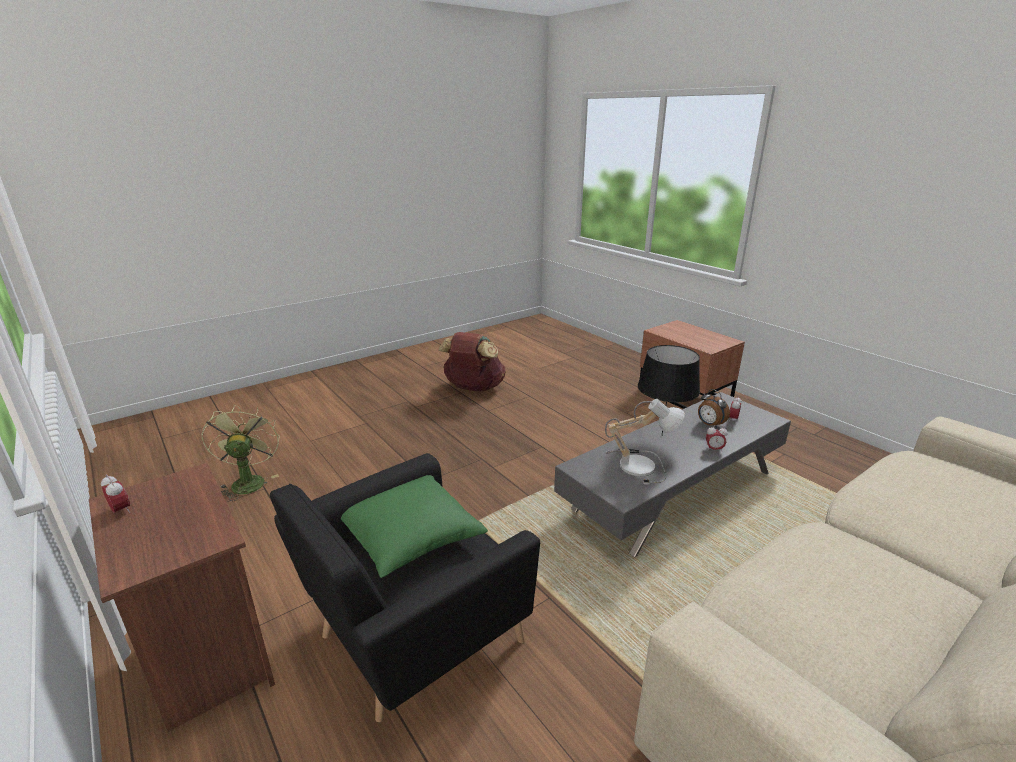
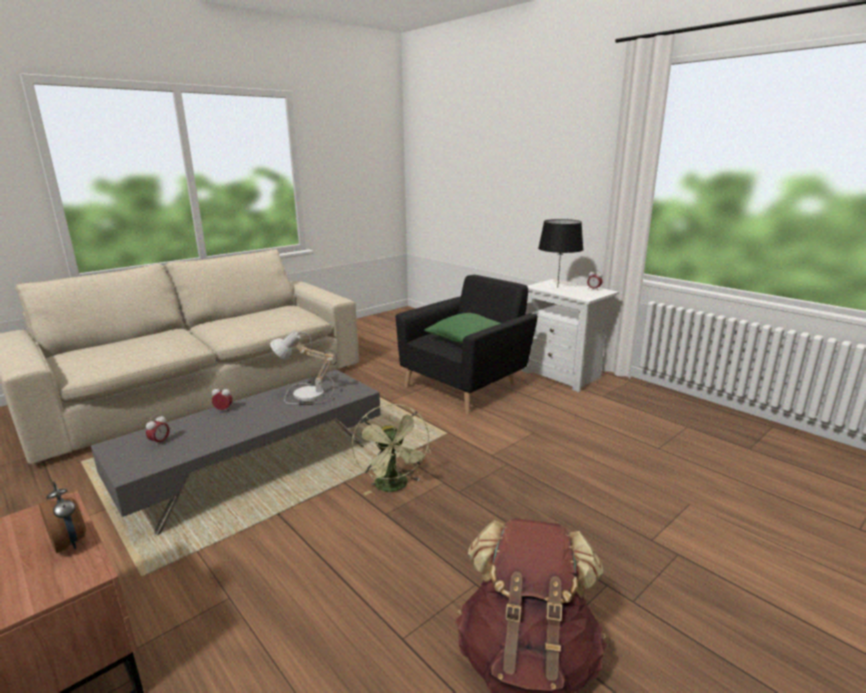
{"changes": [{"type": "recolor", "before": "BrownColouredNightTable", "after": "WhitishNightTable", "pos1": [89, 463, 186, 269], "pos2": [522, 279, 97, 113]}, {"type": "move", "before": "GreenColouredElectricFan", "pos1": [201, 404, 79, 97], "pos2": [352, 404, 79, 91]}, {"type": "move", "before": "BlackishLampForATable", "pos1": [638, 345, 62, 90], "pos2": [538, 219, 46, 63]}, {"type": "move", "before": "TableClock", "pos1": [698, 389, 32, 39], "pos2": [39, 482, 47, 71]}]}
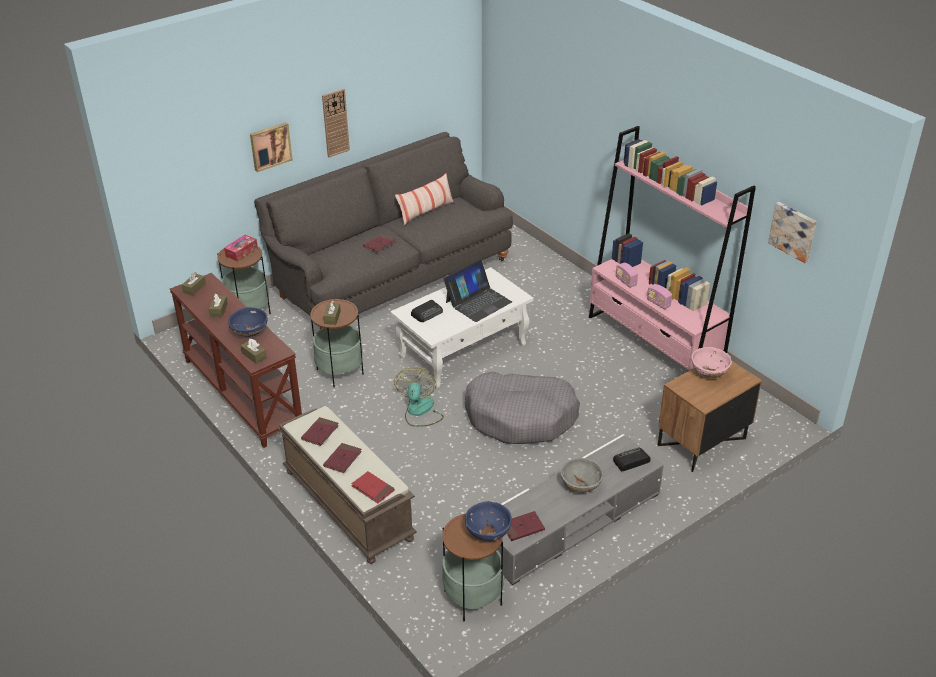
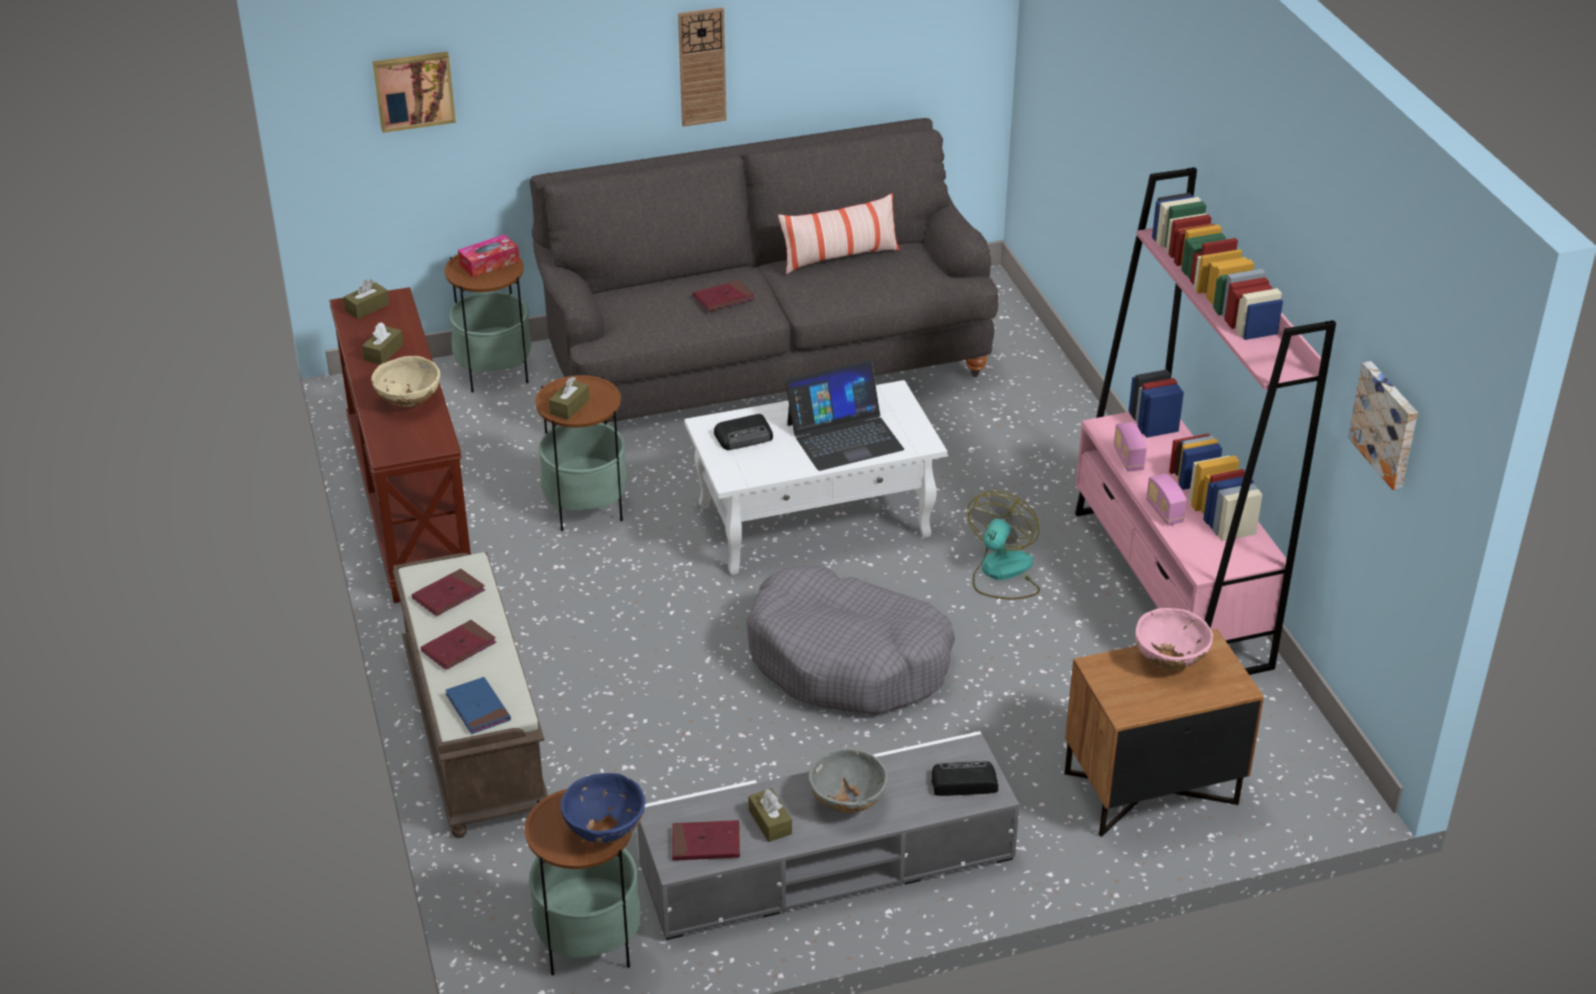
{"changes": [{"type": "recolor", "before": "BlueColouredBowl", "after": "BeigeColouredBowl", "pos1": [228, 307, 39, 30], "pos2": [371, 356, 69, 51]}, {"type": "move", "before": "BrownColouredTissueHolder", "pos1": [240, 339, 27, 25], "pos2": [748, 788, 44, 54]}, {"type": "move", "before": "WallPicture", "pos1": [250, 122, 43, 50], "pos2": [373, 52, 83, 81]}, {"type": "recolor", "before": "ReddishBoundBook", "after": "BlueColouredBoundBook", "pos1": [351, 471, 43, 32], "pos2": [446, 677, 65, 57]}, {"type": "move", "before": "ElectricFan", "pos1": [394, 368, 50, 59], "pos2": [967, 491, 73, 109]}]}
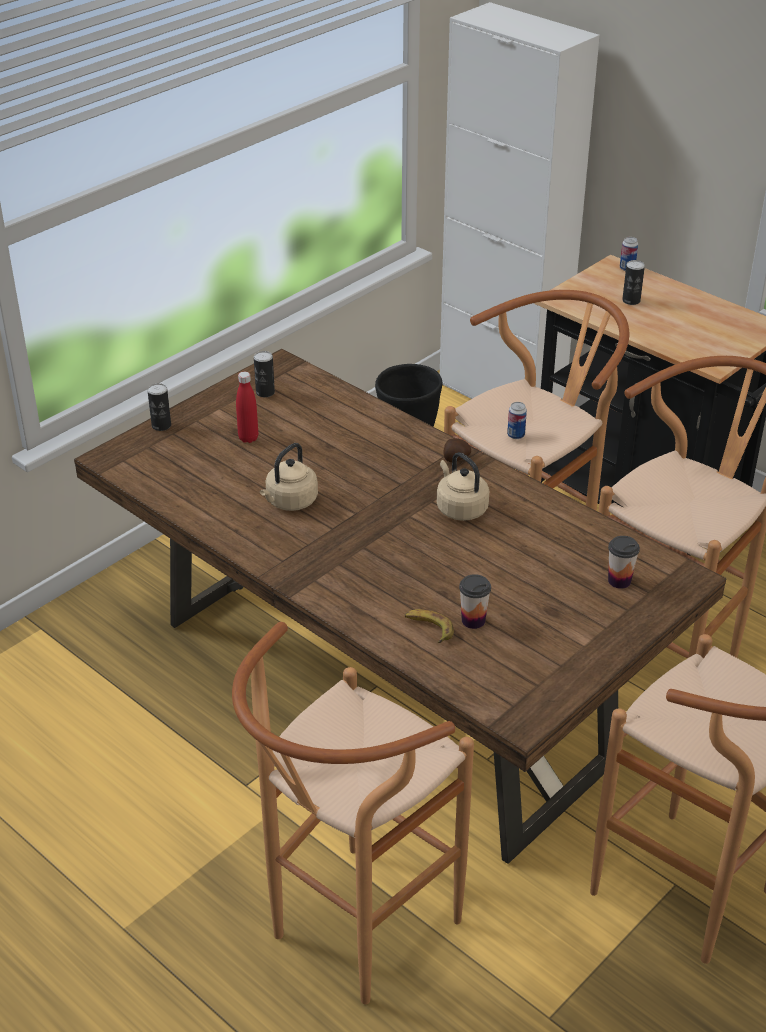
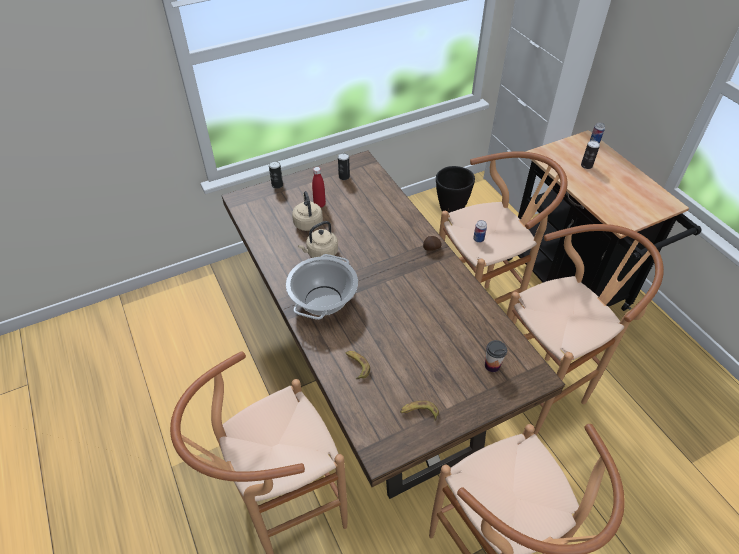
{"changes": [{"type": "move", "before": "BeigeColouredWaterKettle", "pos1": [437, 452, 52, 69], "pos2": [292, 191, 31, 40]}, {"type": "delete", "before": "SmallCup", "pos1": [459, 574, 32, 55]}, {"type": "insert", "after": "Stockpot", "pos2": [286, 254, 72, 66]}, {"type": "insert", "after": "WholeBanana", "pos2": [400, 400, 39, 21]}]}
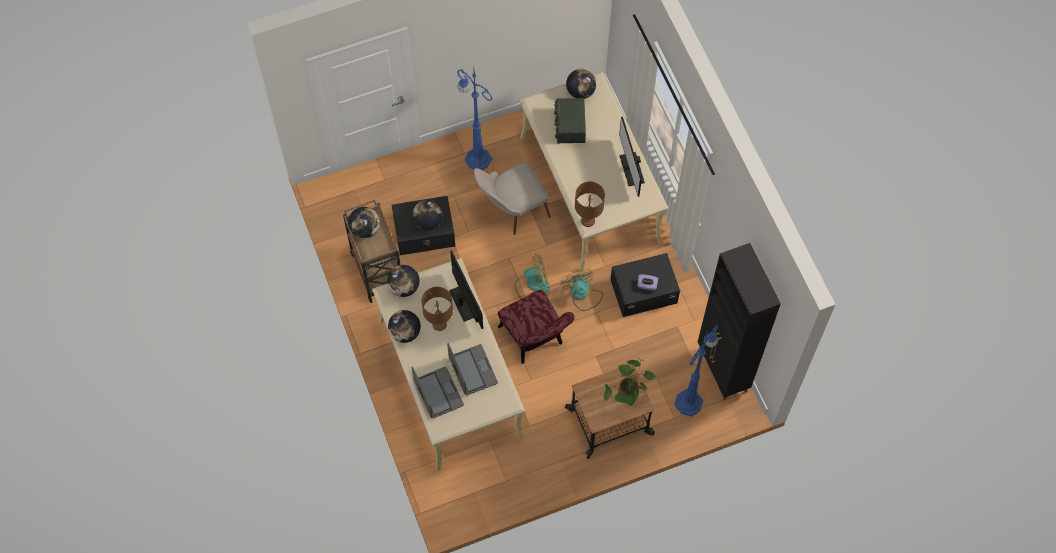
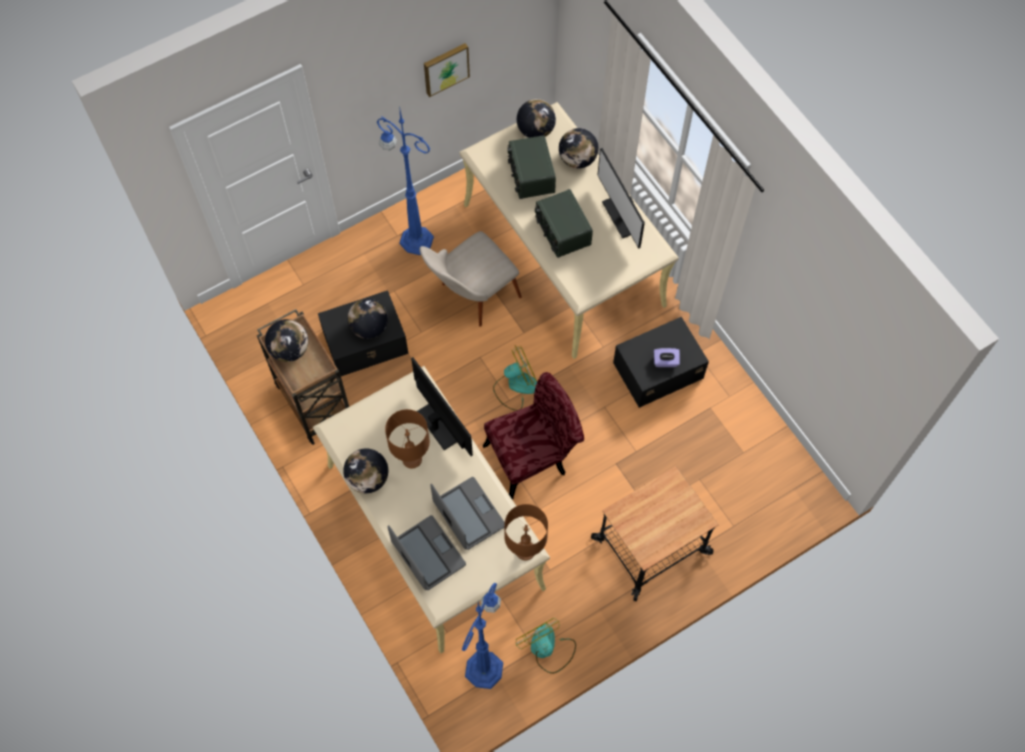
{"changes": [{"type": "move", "before": "Globe", "pos1": [387, 265, 33, 32], "pos2": [559, 128, 39, 41]}, {"type": "rotate", "before": "ReddishChair", "pos1": [498, 289, 76, 75], "pos2": [483, 372, 101, 128], "turn": -75}, {"type": "move", "before": "ElectricFan", "pos1": [560, 269, 43, 42], "pos2": [516, 618, 60, 56]}, {"type": "move", "before": "BrownColouredLampForATable", "pos1": [575, 182, 30, 45], "pos2": [504, 504, 44, 56]}, {"type": "delete", "before": "PlantInAPot", "pos1": [604, 358, 52, 48]}, {"type": "move", "before": "BlueColouredStandingLamp", "pos1": [674, 325, 45, 92], "pos2": [462, 583, 41, 106]}, {"type": "delete", "before": "BlackishCupboard", "pos1": [698, 243, 83, 157]}, {"type": "insert", "after": "WallPicture", "pos2": [424, 43, 46, 54]}, {"type": "insert", "after": "Radio", "pos2": [535, 189, 58, 69]}]}
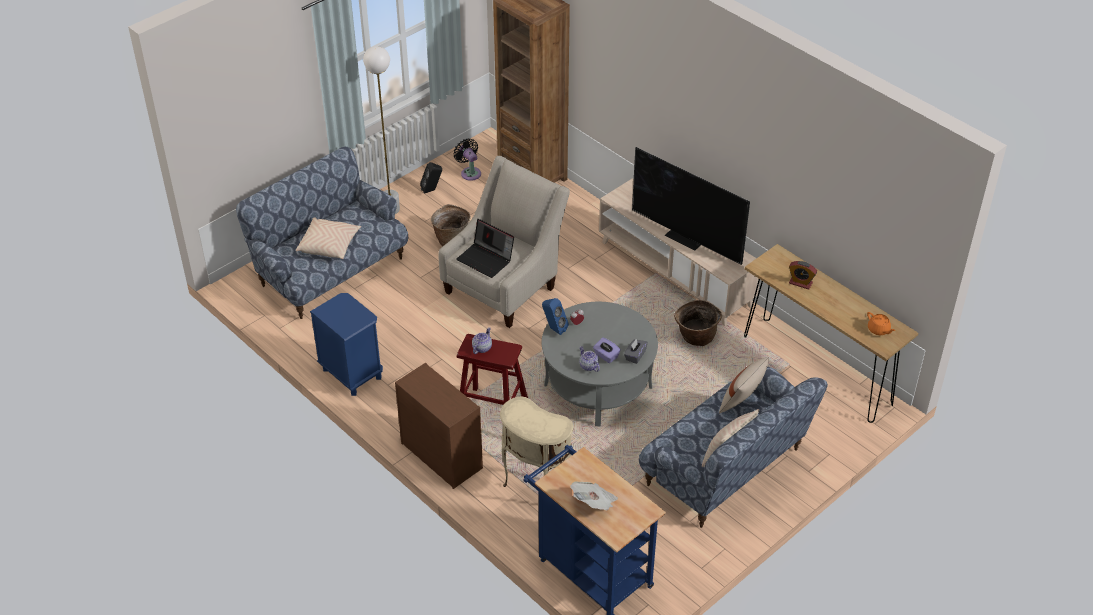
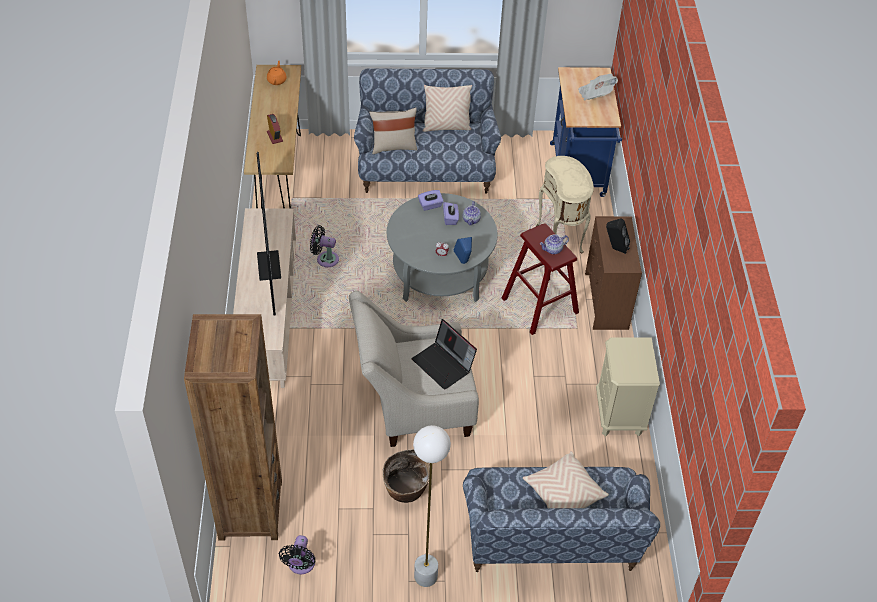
{"changes": [{"type": "recolor", "before": "BlueColouredNightTable", "after": "BeigeColouredNightTable", "pos1": [310, 293, 73, 103], "pos2": [596, 338, 64, 98]}, {"type": "move", "before": "BlackishLoudspeaker", "pos1": [420, 162, 22, 32], "pos2": [606, 218, 24, 36]}, {"type": "rotate", "before": "Laptop", "pos1": [456, 219, 58, 59], "pos2": [412, 319, 65, 71], "turn": 150}, {"type": "recolor", "before": "GreyishTissueHolder", "after": "PurpleTissueHolder", "pos1": [624, 339, 24, 25], "pos2": [418, 190, 26, 21]}, {"type": "replace", "before": "HouseholdBasket", "after": "BlackishElectricFan", "pos1": [674, 300, 48, 46], "pos2": [310, 225, 29, 42]}]}
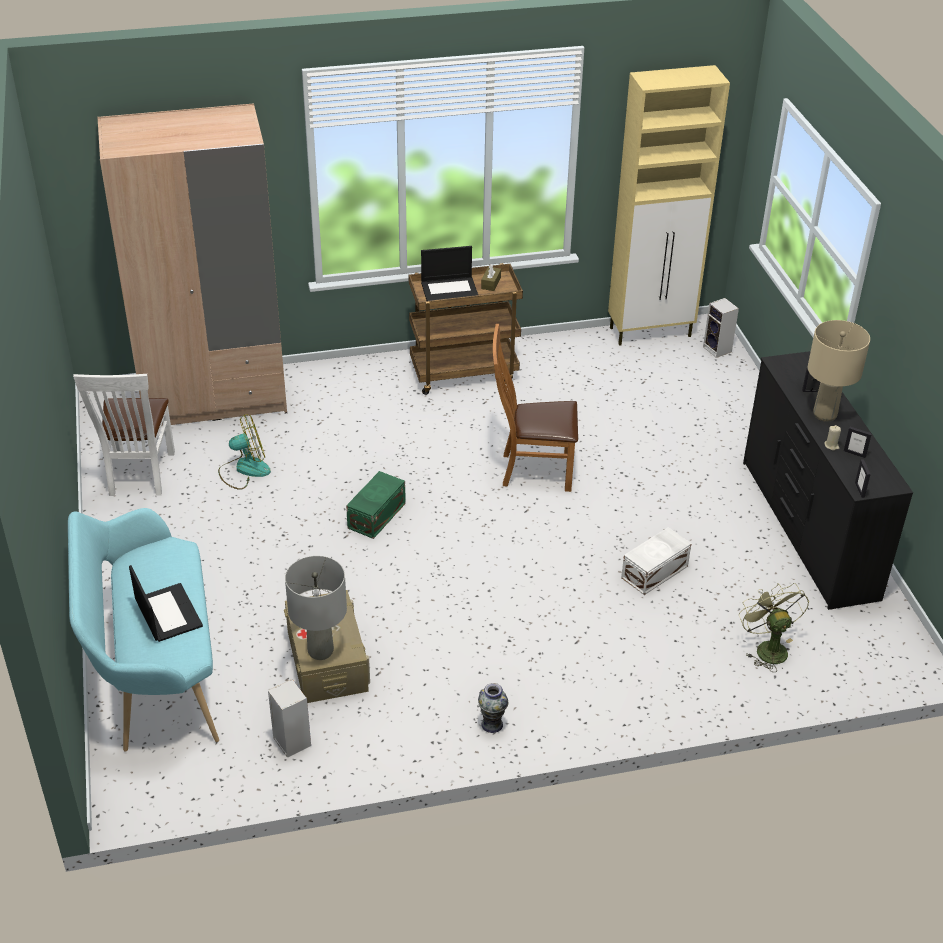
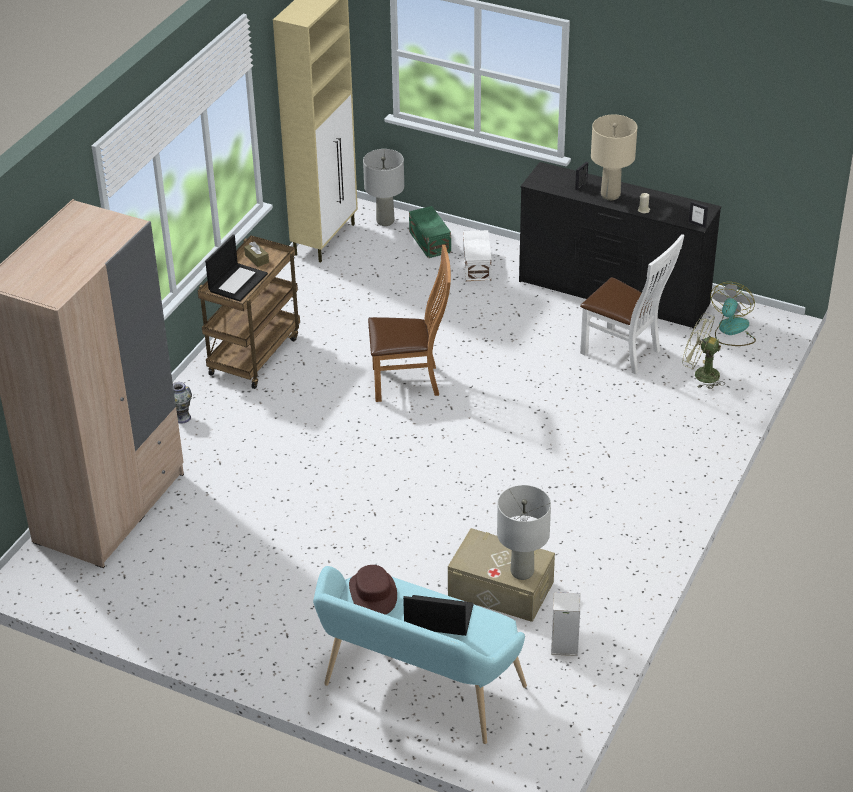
{"changes": [{"type": "move", "before": "WhitishChair", "pos1": [73, 374, 102, 122], "pos2": [580, 234, 104, 140]}, {"type": "move", "before": "ElectricFan", "pos1": [218, 414, 53, 76], "pos2": [710, 282, 46, 64]}, {"type": "move", "before": "GreenColouredStorageContainer", "pos1": [346, 471, 60, 68], "pos2": [409, 206, 42, 52]}, {"type": "move", "before": "DecorativeVase", "pos1": [478, 683, 30, 50], "pos2": [173, 382, 19, 42]}, {"type": "rotate", "before": "BrownColouredChair", "pos1": [493, 324, 85, 168], "pos2": [368, 245, 83, 157], "turn": -135}, {"type": "move", "before": "WhitishStorageContainer", "pos1": [621, 527, 70, 68], "pos2": [463, 230, 29, 51]}, {"type": "replace", "before": "Loudspeaker", "after": "GreyishLampForATable", "pos1": [703, 298, 36, 60], "pos2": [363, 149, 41, 77]}, {"type": "delete", "before": "PictureFrame", "pos1": [844, 427, 28, 31]}, {"type": "insert", "after": "BrownColouredWearableHat", "pos2": [349, 565, 48, 50]}]}
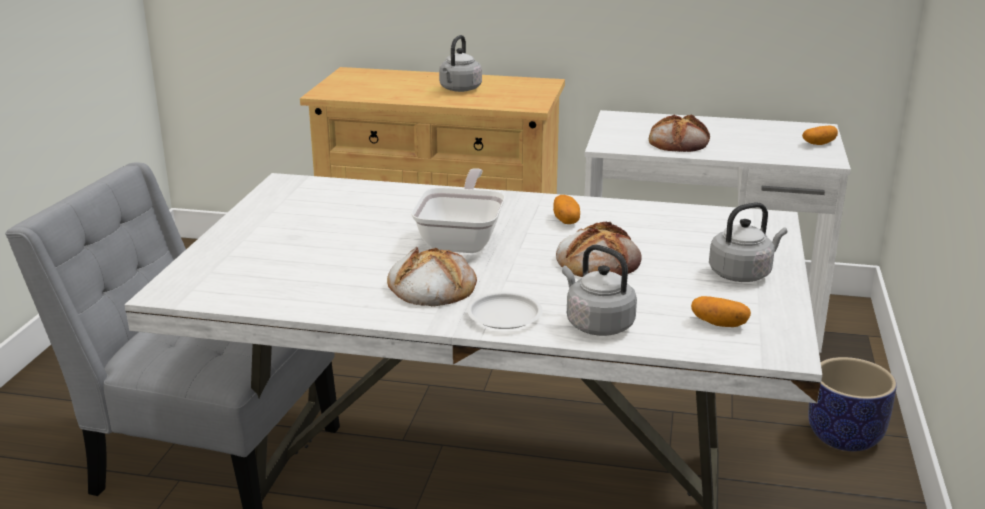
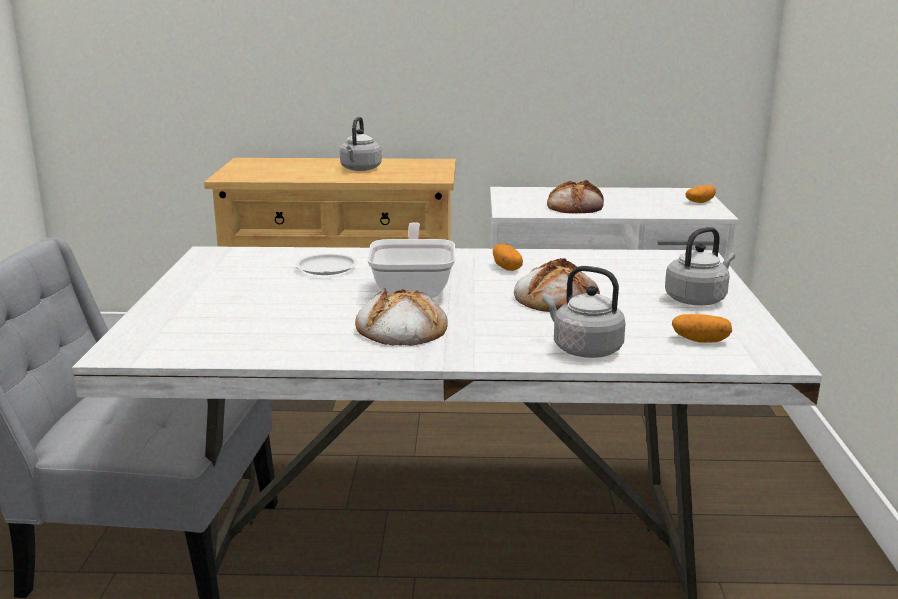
{"changes": [{"type": "move", "before": "WhitishPlate", "pos1": [467, 292, 76, 37], "pos2": [295, 254, 63, 21]}, {"type": "delete", "before": "Planter", "pos1": [808, 357, 89, 94]}]}
